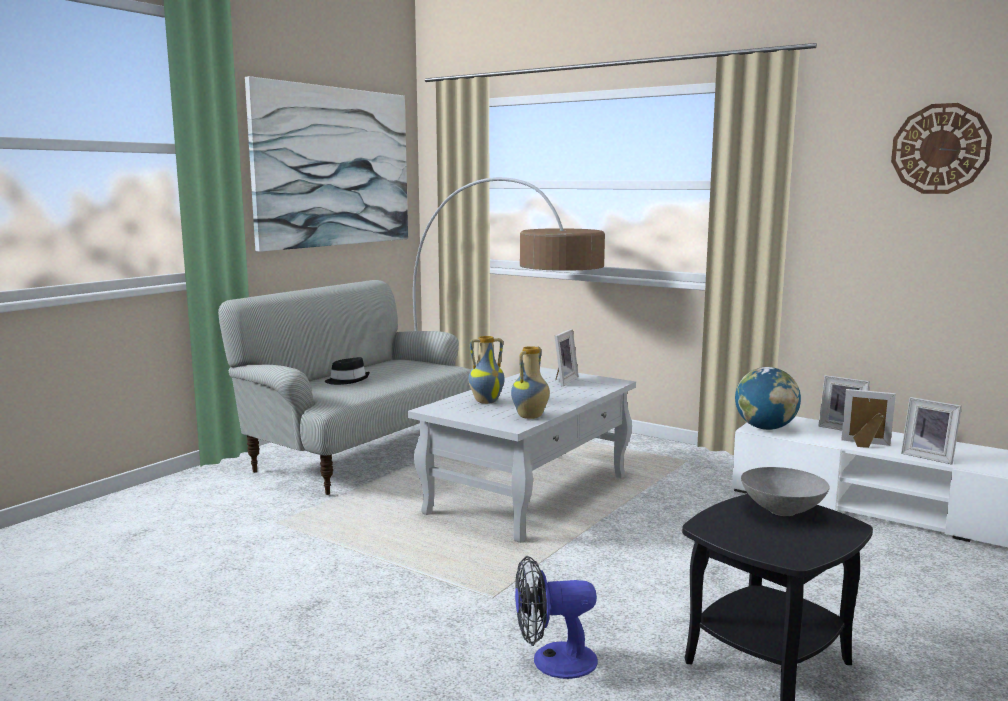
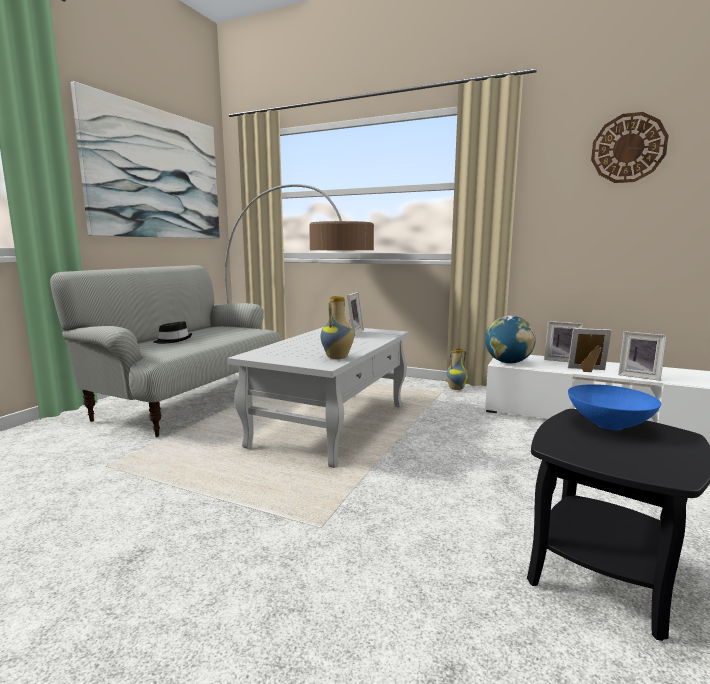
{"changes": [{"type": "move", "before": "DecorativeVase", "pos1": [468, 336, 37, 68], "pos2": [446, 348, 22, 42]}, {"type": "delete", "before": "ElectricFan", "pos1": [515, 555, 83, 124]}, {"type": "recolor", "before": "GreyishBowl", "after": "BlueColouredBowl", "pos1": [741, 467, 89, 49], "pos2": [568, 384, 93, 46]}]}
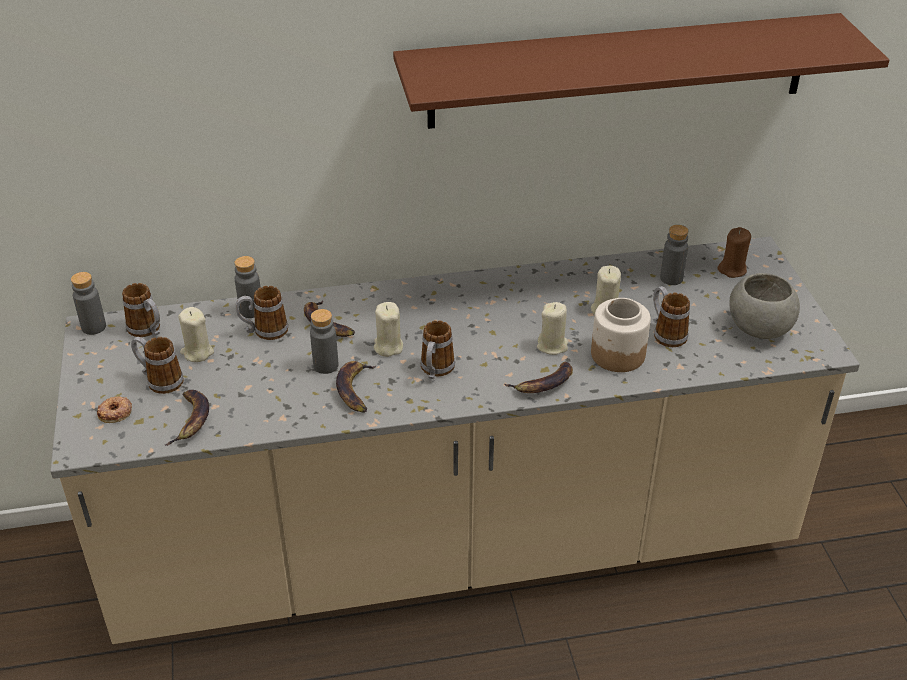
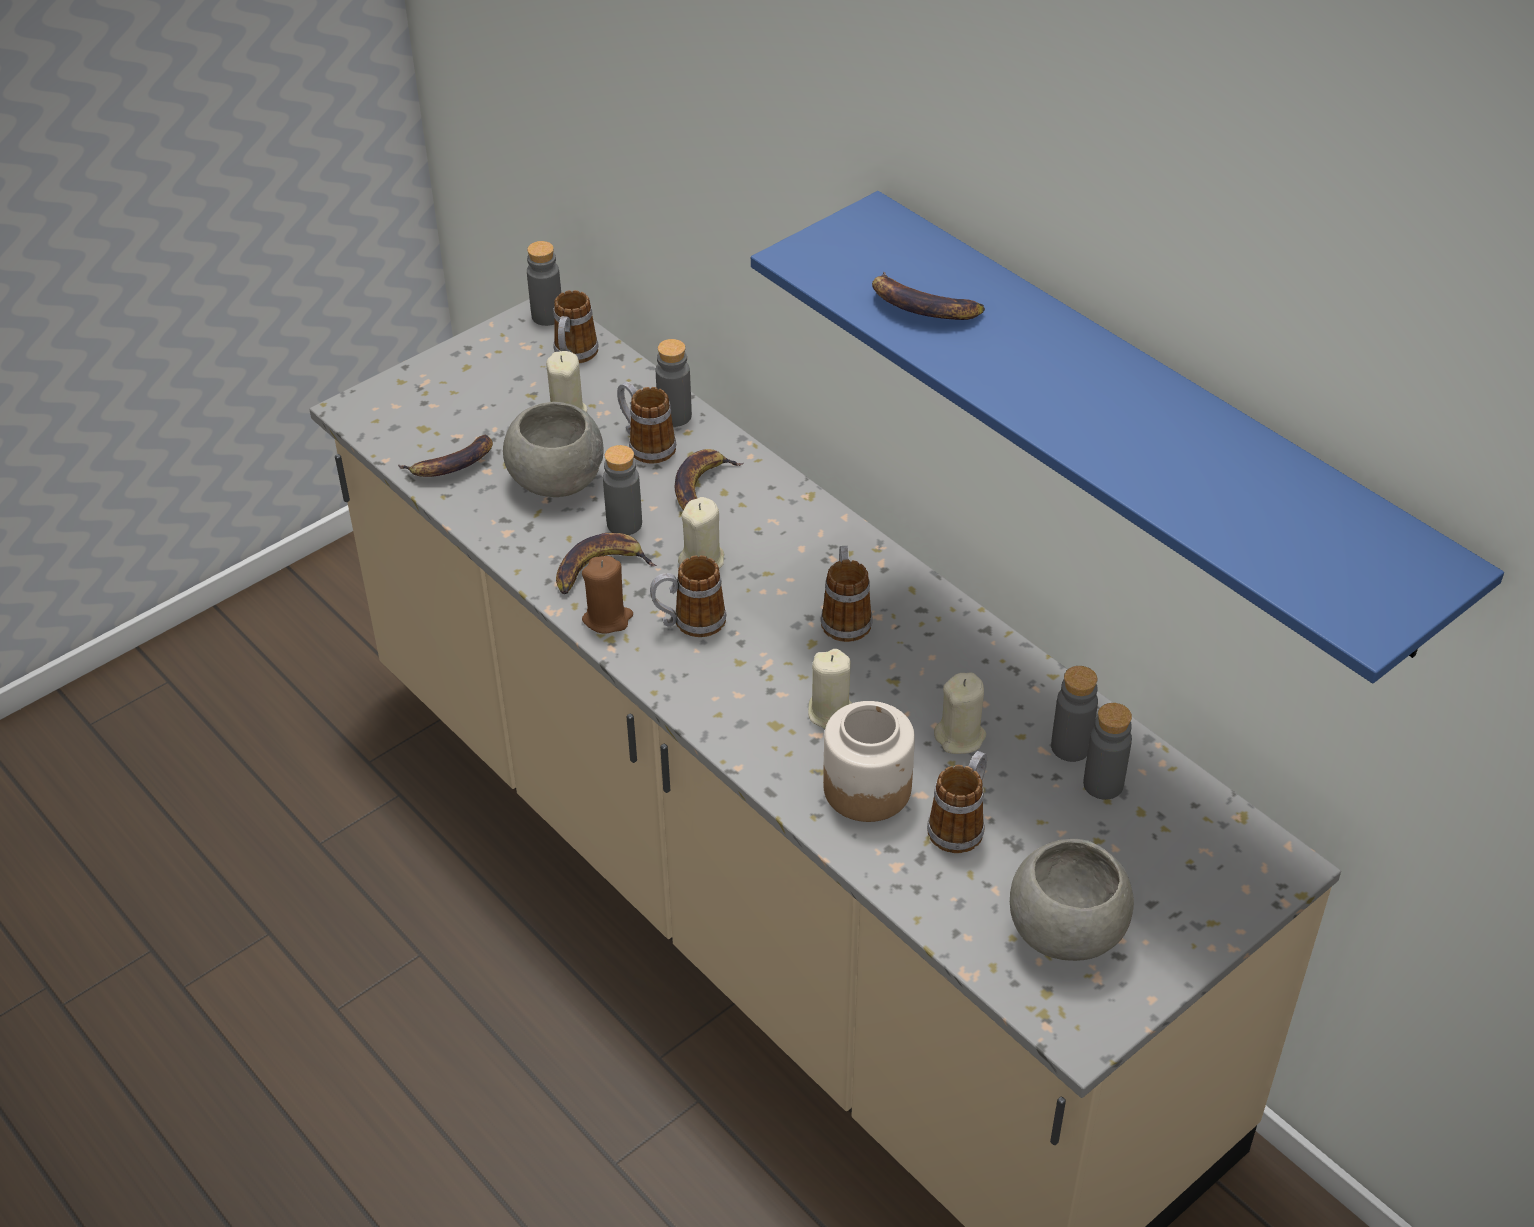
{"changes": [{"type": "delete", "before": "Donut", "pos1": [97, 396, 35, 27]}, {"type": "move", "before": "CoffeeMug", "pos1": [131, 337, 53, 57], "pos2": [821, 546, 51, 96]}, {"type": "recolor", "before": "BrownColouredShelf", "after": "BlueColouredShelf", "pos1": [393, 13, 496, 116], "pos2": [751, 191, 753, 492]}, {"type": "move", "before": "WholeBanana", "pos1": [505, 362, 68, 31], "pos2": [872, 272, 113, 48]}, {"type": "move", "before": "BrownColouredWaxLight", "pos1": [718, 227, 33, 51], "pos2": [582, 556, 51, 78]}, {"type": "insert", "after": "GreyishBowl", "pos2": [503, 402, 101, 95]}, {"type": "insert", "after": "GreyishBottle", "pos2": [1051, 666, 47, 96]}]}
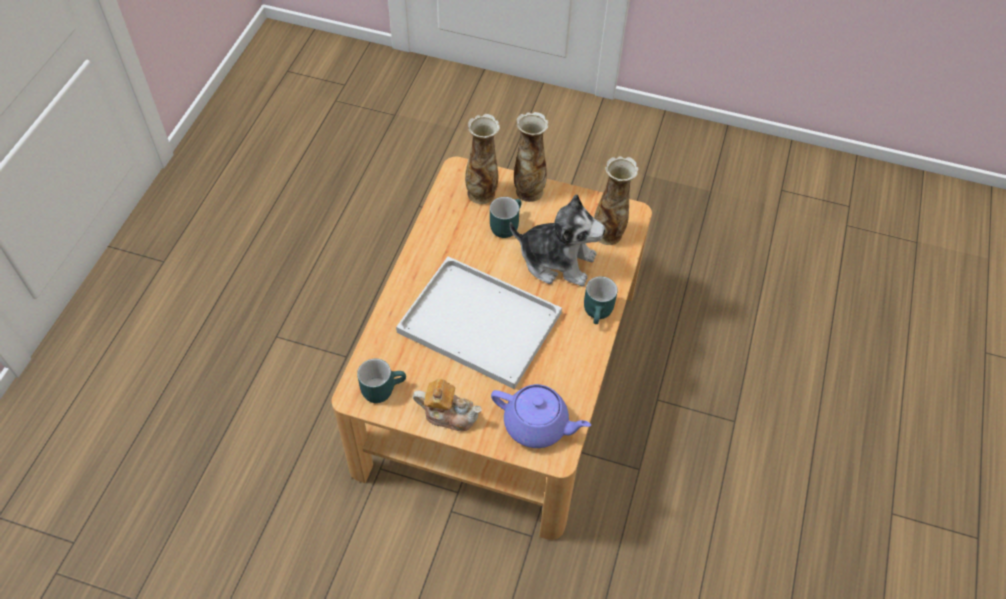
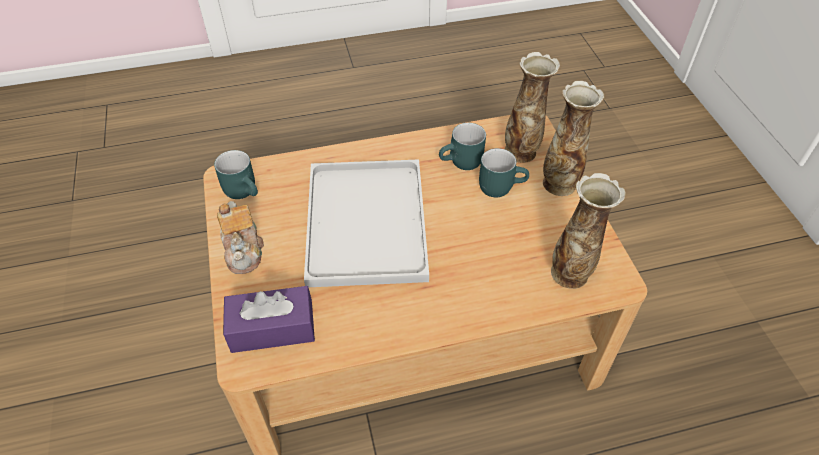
{"changes": [{"type": "replace", "before": "PurpleTeapot", "after": "PurpleTissueHolder", "pos1": [491, 384, 100, 64], "pos2": [223, 286, 92, 67]}, {"type": "delete", "before": "CuddlyToy", "pos1": [510, 194, 95, 93]}, {"type": "move", "before": "TurquoiseColouredCoffeeMug", "pos1": [584, 276, 34, 48], "pos2": [439, 123, 47, 47]}]}
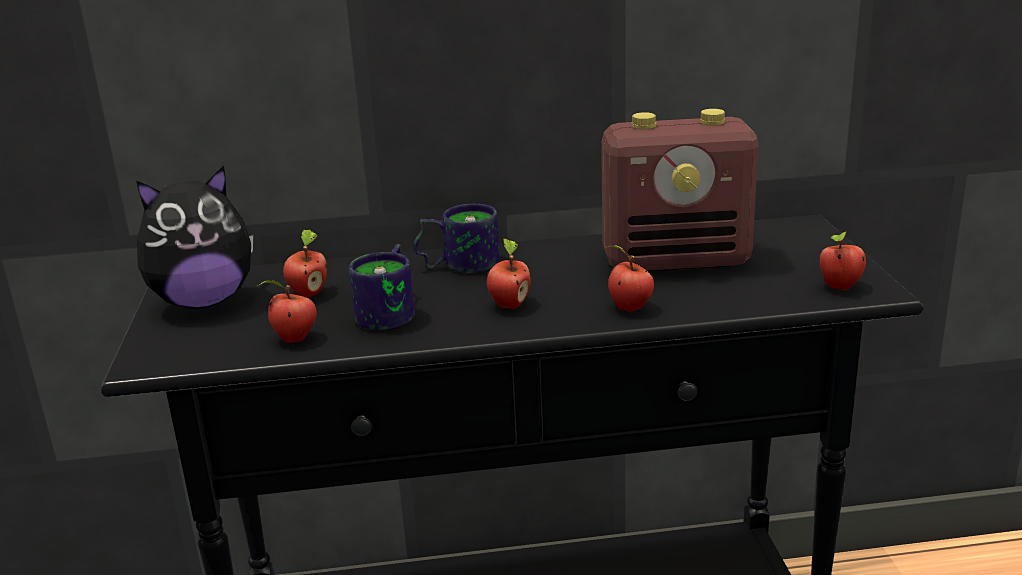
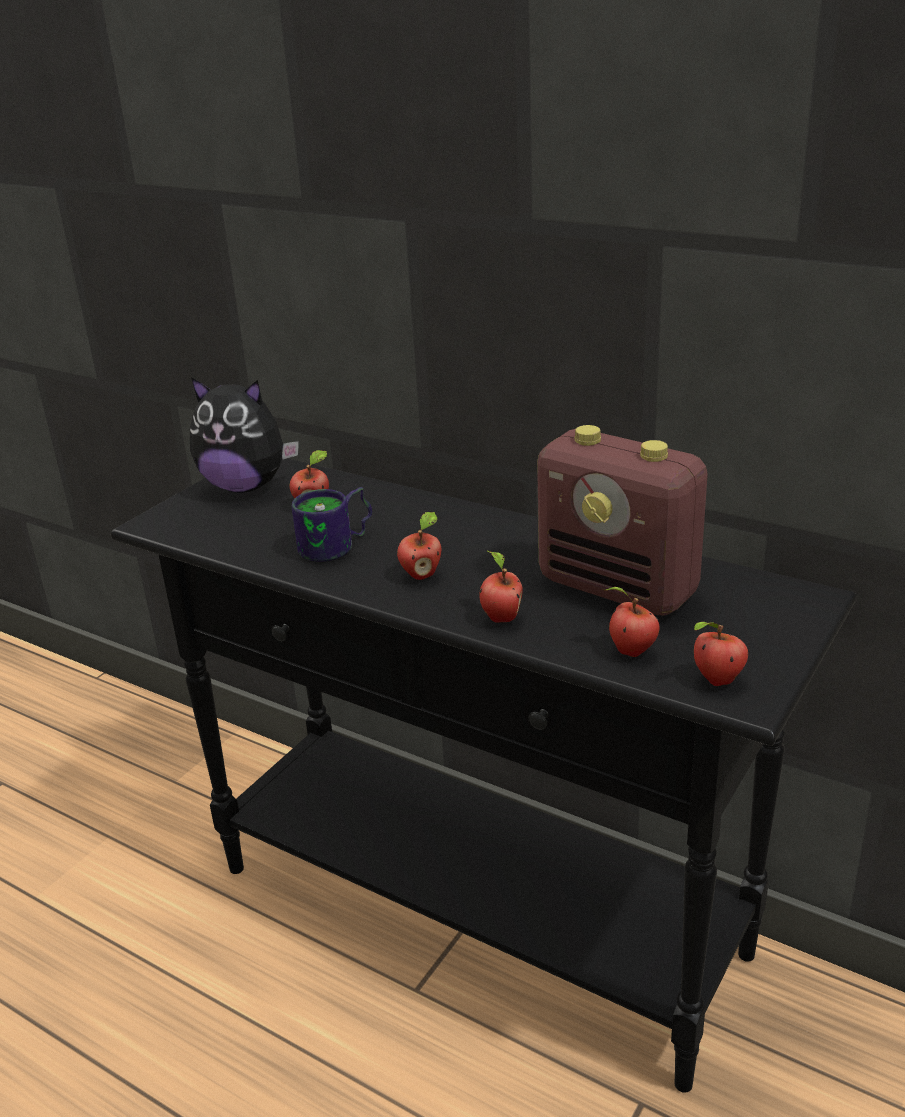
{"changes": [{"type": "move", "before": "Apple", "pos1": [257, 280, 59, 63], "pos2": [605, 587, 55, 70]}, {"type": "delete", "before": "CoffeeMug", "pos1": [413, 204, 87, 69]}]}
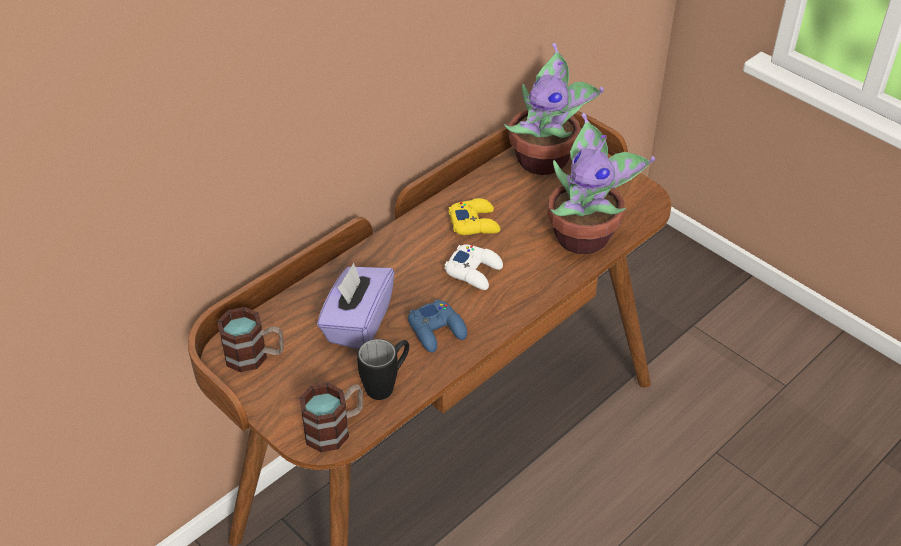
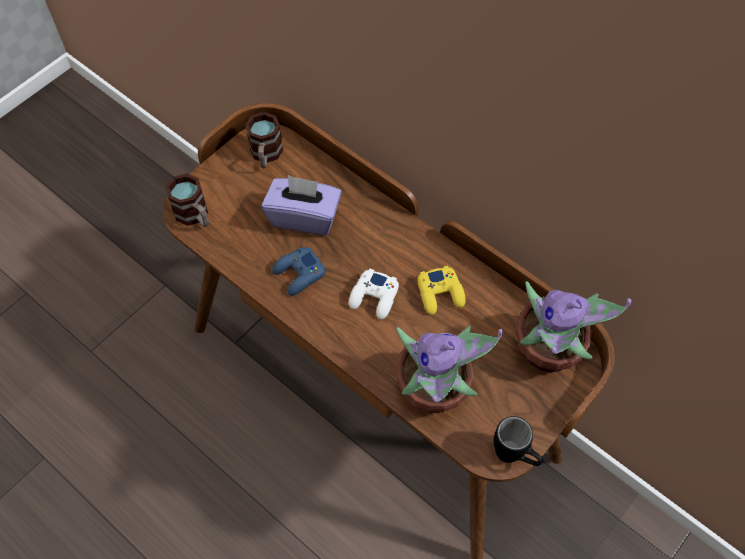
{"changes": [{"type": "move", "before": "BlackishCoffeeMug", "pos1": [357, 339, 52, 61], "pos2": [494, 416, 49, 50]}]}
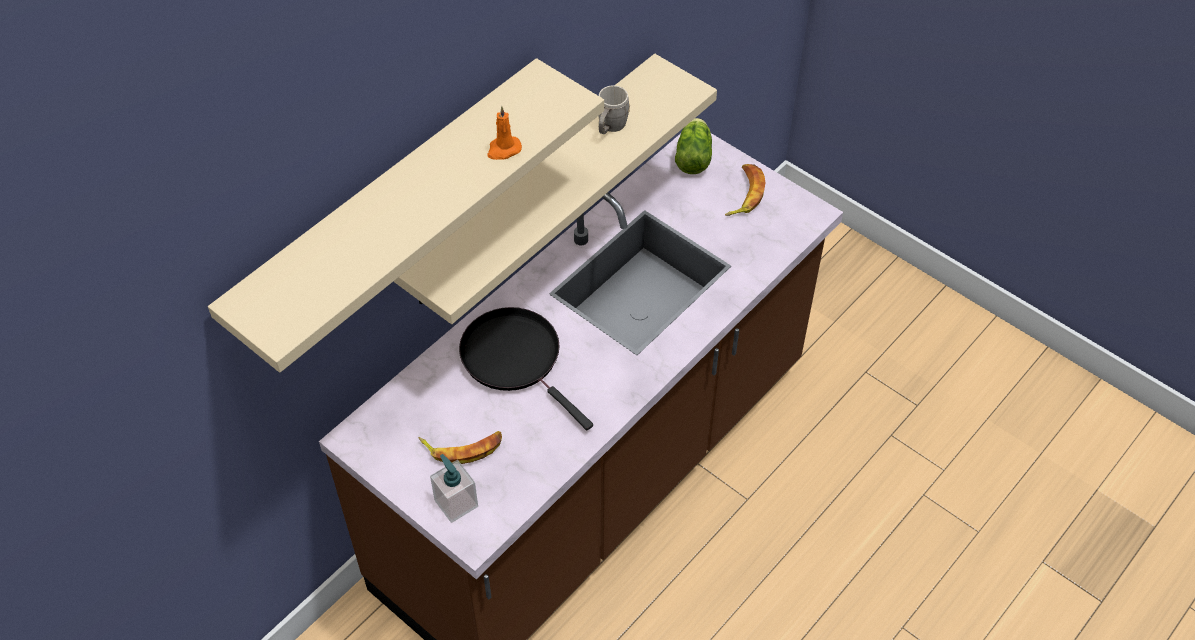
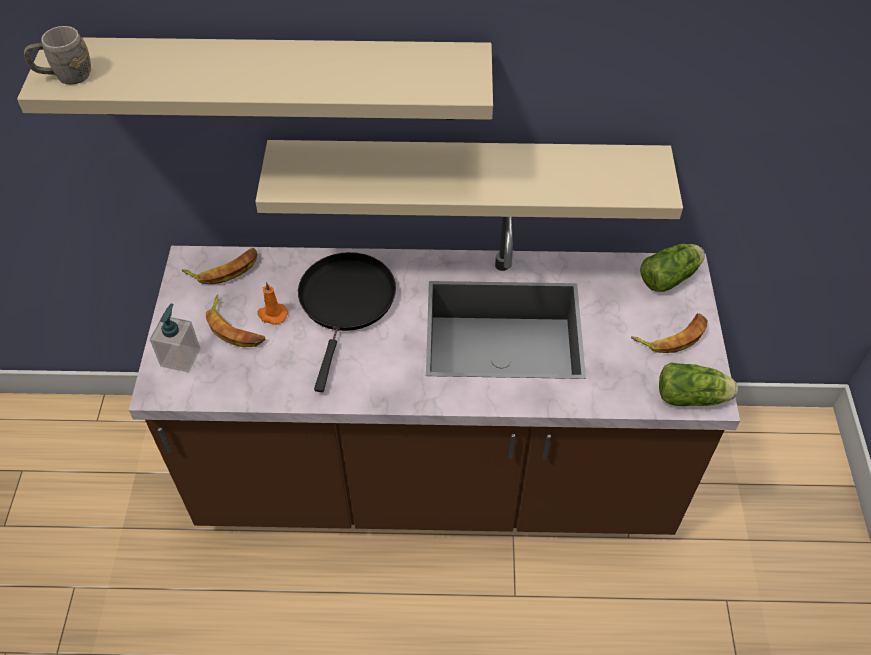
{"changes": [{"type": "move", "before": "OrangeyWaxLight", "pos1": [487, 106, 35, 54], "pos2": [257, 282, 31, 43]}, {"type": "move", "before": "GreyishCoffeeMug", "pos1": [598, 85, 32, 49], "pos2": [24, 26, 67, 59]}, {"type": "insert", "after": "WholeBanana", "pos2": [182, 248, 75, 36]}, {"type": "insert", "after": "Lettuce", "pos2": [659, 362, 79, 44]}]}
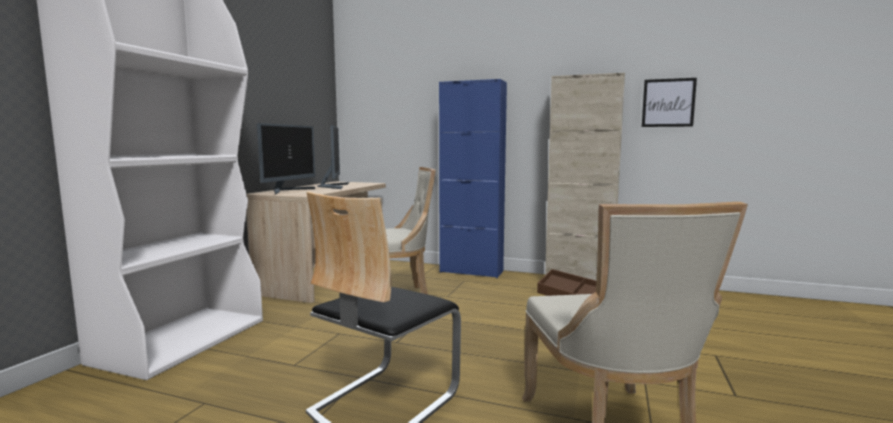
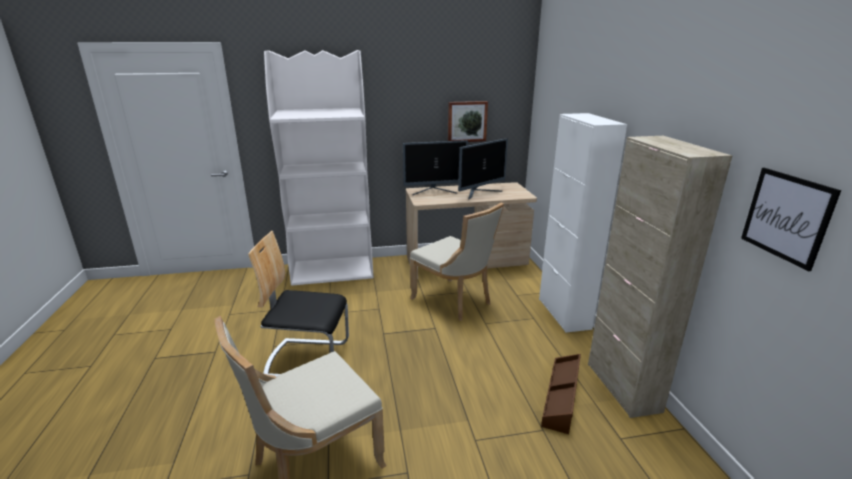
{"changes": [{"type": "recolor", "before": "BlueColouredCupboard", "after": "WhitishCupboard", "pos1": [439, 79, 68, 199], "pos2": [539, 113, 88, 220]}, {"type": "insert", "after": "WallPicture", "pos2": [448, 101, 40, 41]}]}
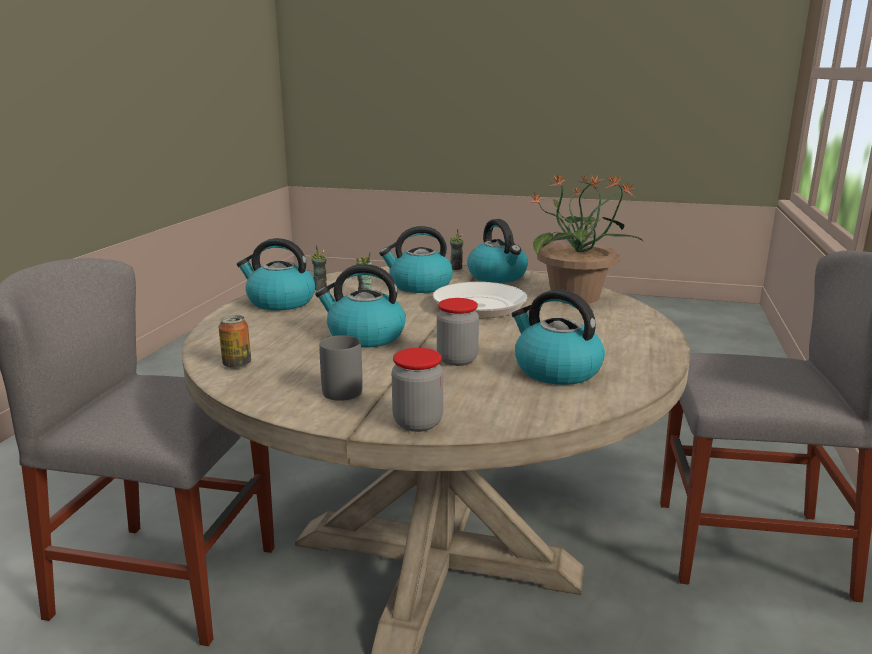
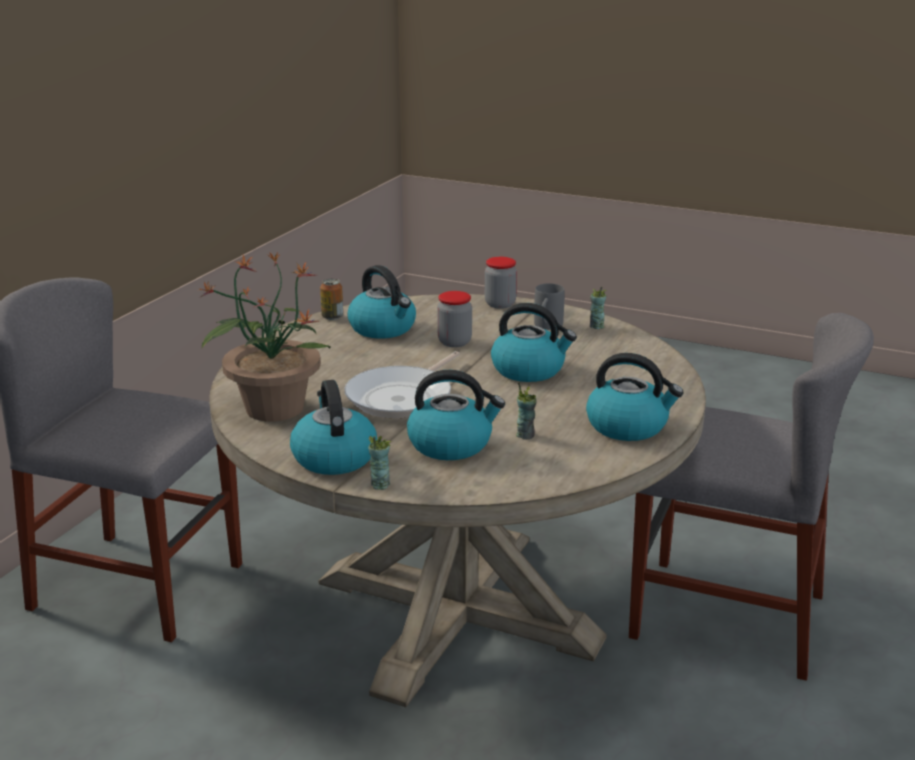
{"changes": [{"type": "move", "before": "MetalCan", "pos1": [219, 315, 32, 54], "pos2": [320, 279, 23, 41]}, {"type": "move", "before": "SmallCup", "pos1": [311, 245, 16, 46], "pos2": [590, 287, 16, 42]}]}
